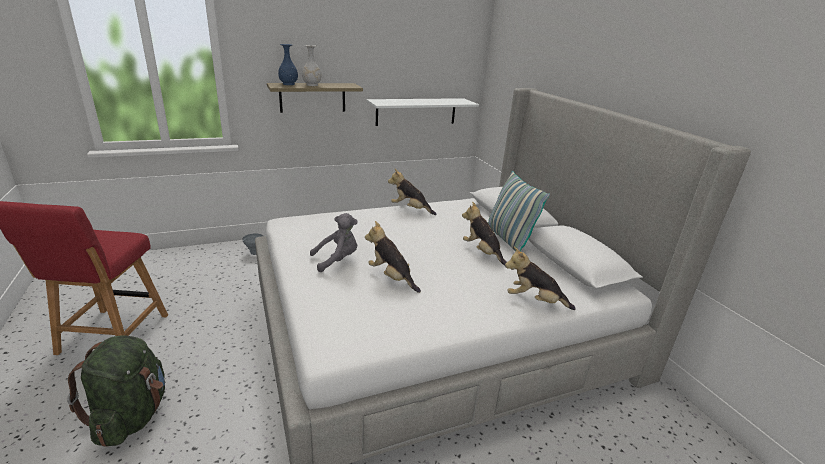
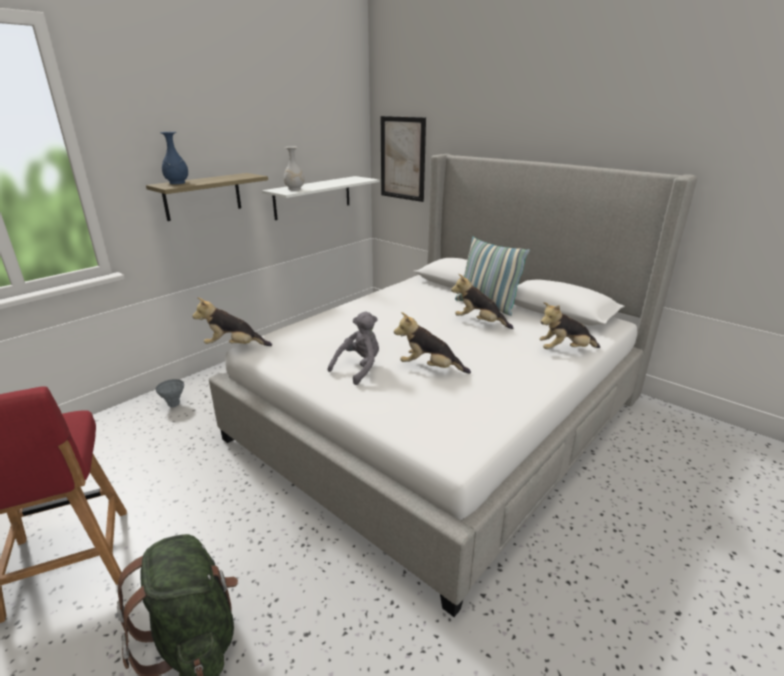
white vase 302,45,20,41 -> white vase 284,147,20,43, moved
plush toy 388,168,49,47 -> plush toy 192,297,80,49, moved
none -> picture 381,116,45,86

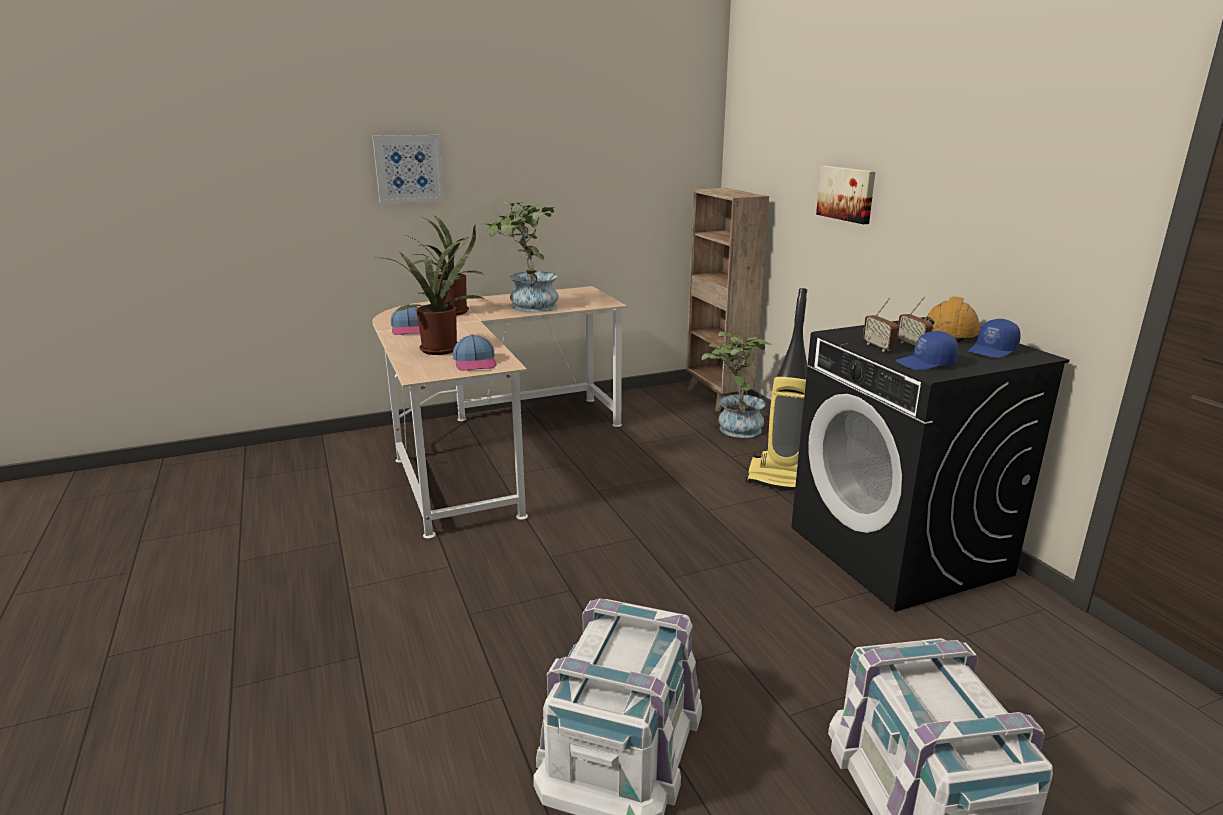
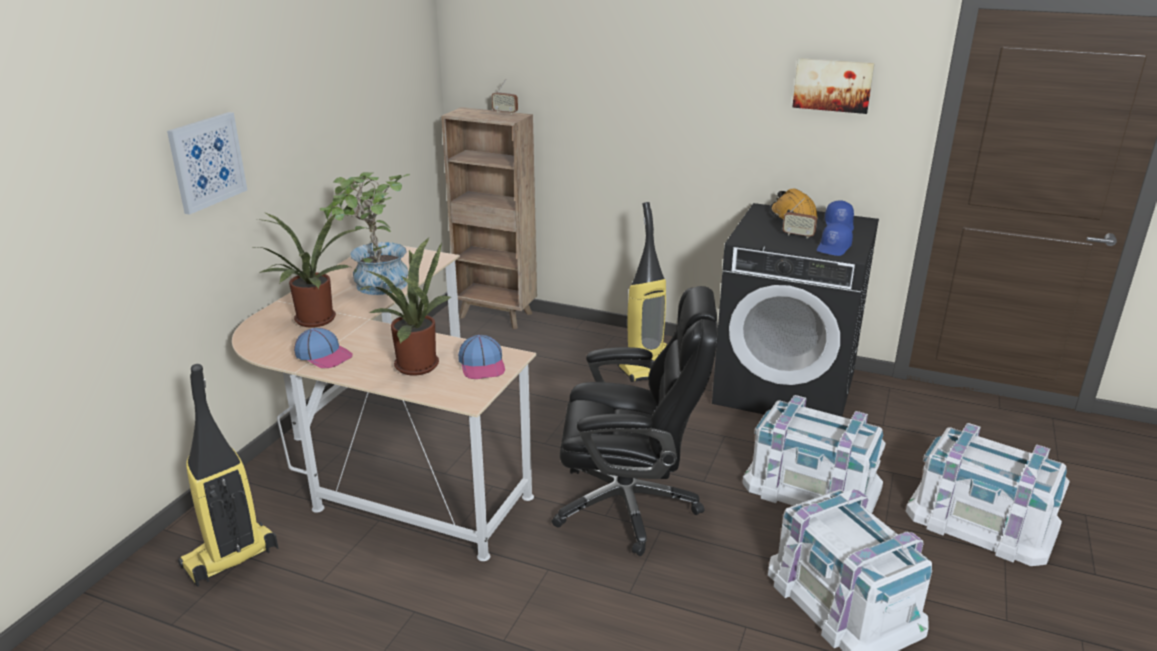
picture 816,166,59,58 -> picture 792,58,83,56, moved
radio 863,298,35,54 -> radio 492,79,26,35, moved
potted plant 702,332,70,106 -> none
cap 453,334,43,37 -> cap 458,335,47,44, 45 degrees clockwise
none -> black office chair 552,286,166,270
none -> vacuum cleaner 178,364,101,222
none -> white storage box 742,395,144,118

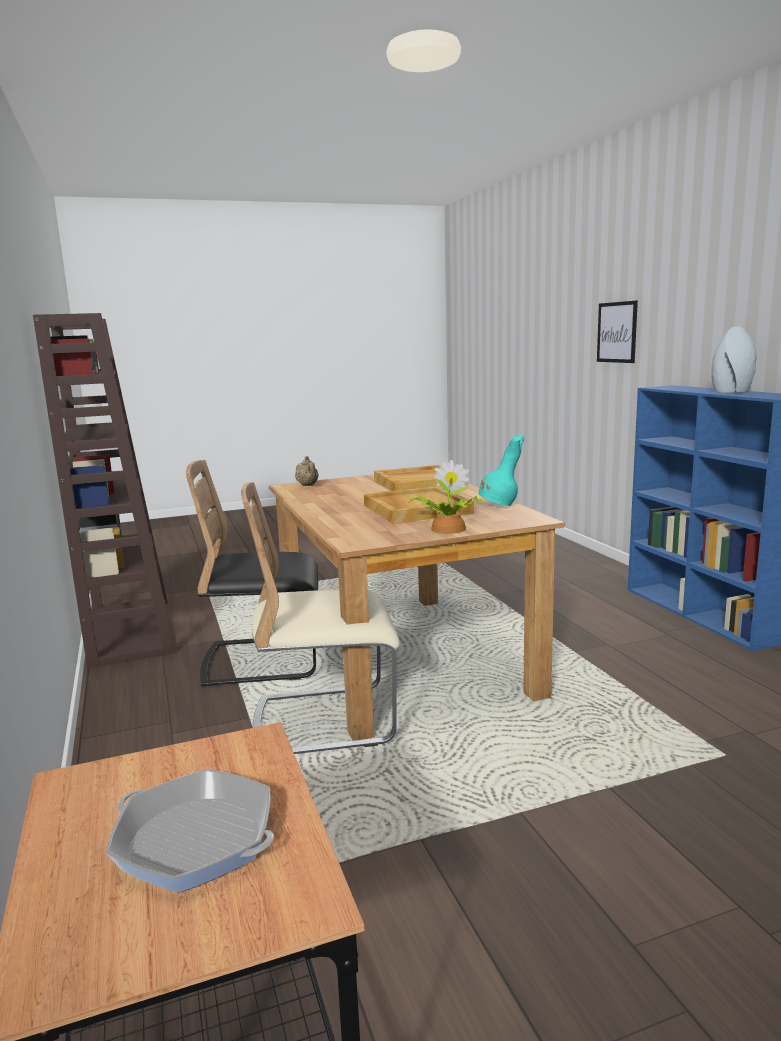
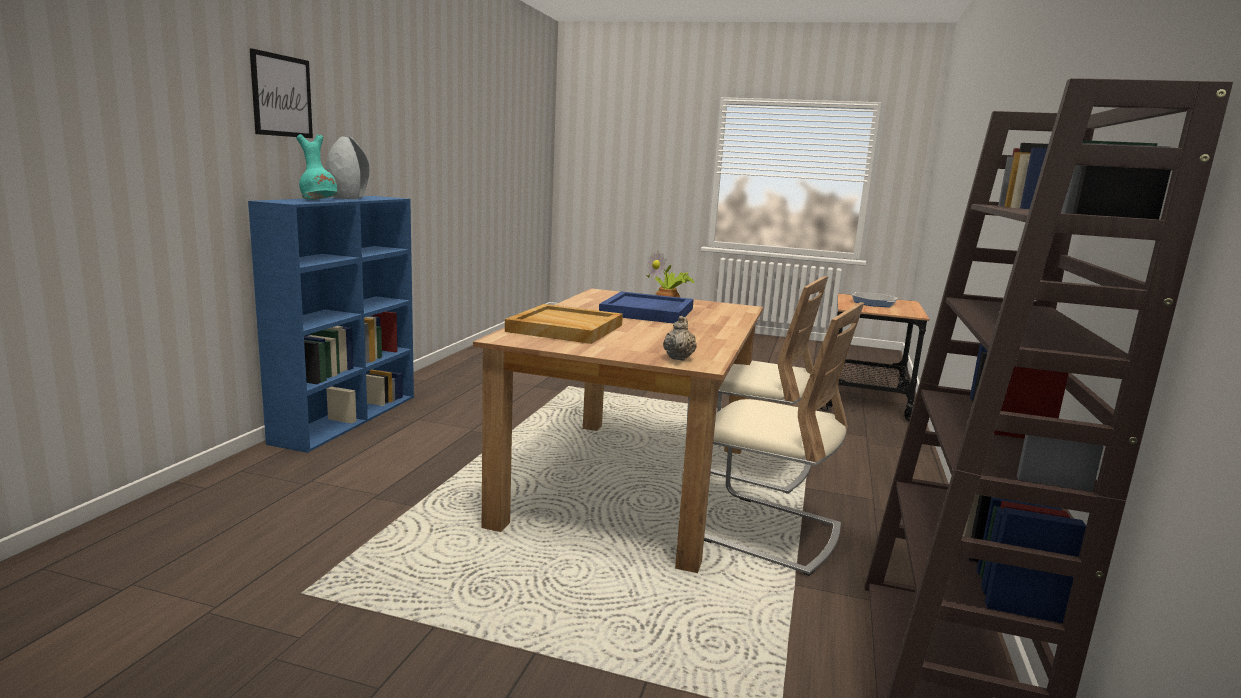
picture 597,300,41,63 -> picture 250,48,63,90, moved
turquoise vase 479,434,45,72 -> turquoise vase 296,134,41,66, moved
black chair 186,460,132,227 -> beige chair 704,302,160,274
beige tray 364,486,110,38 -> blue tray 599,291,95,33

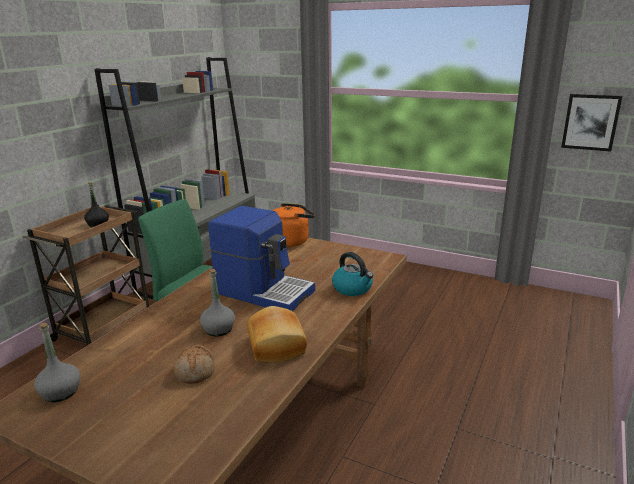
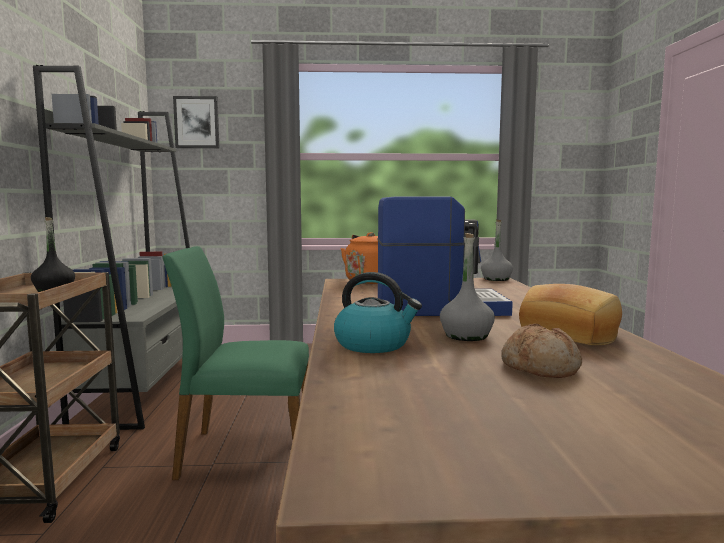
picture 561,94,61,58 -> picture 173,96,46,52, moved
kettle 332,252,41,44 -> kettle 334,272,88,81, moved
grey bottle 34,323,46,79 -> grey bottle 481,219,32,62, moved

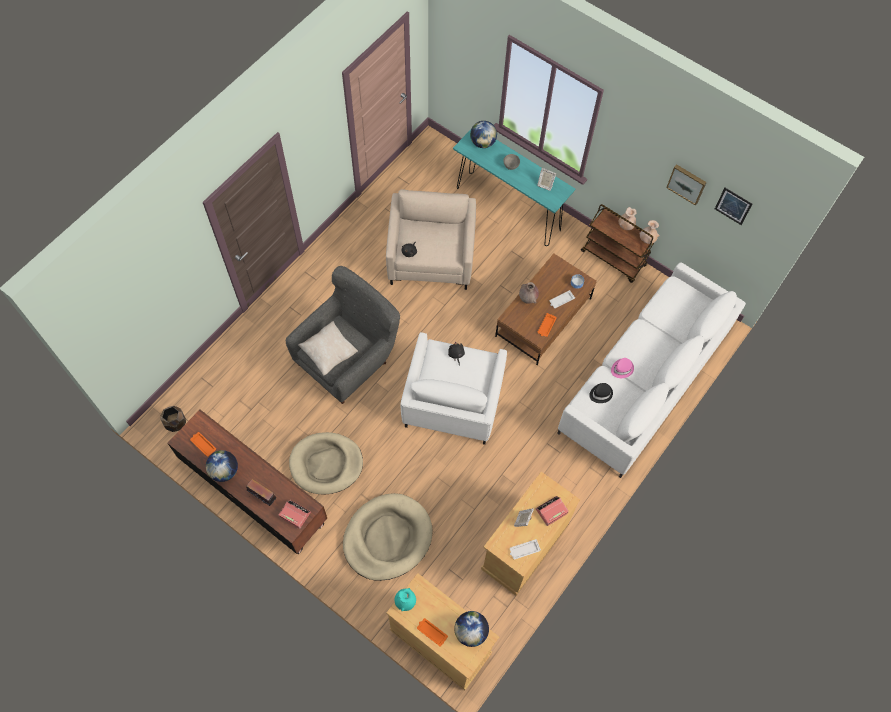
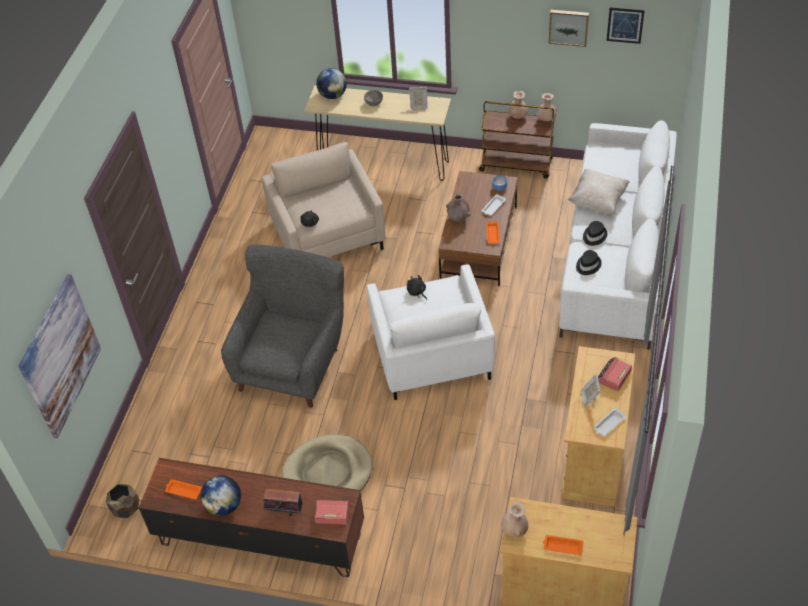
turquoise console table 453,130,122,116 -> beige console table 304,85,147,96
beige pillow 298,321,60,55 -> beige pillow 568,169,62,45, moved
pink hat 611,358,23,20 -> black hat 583,221,24,25
beige dog bed 343,493,90,88 -> none
turquoise vase 394,588,22,23 -> beige vase 501,502,27,35
globe 454,611,35,36 -> none
none -> picture 18,274,83,164

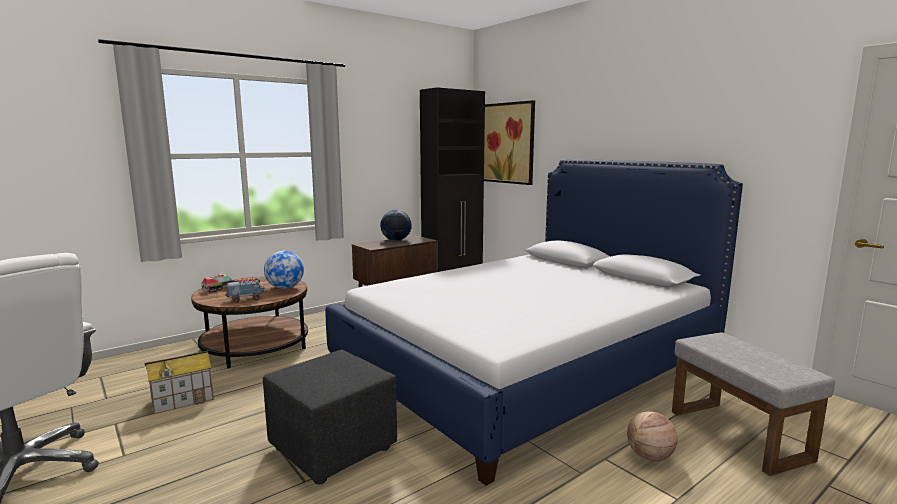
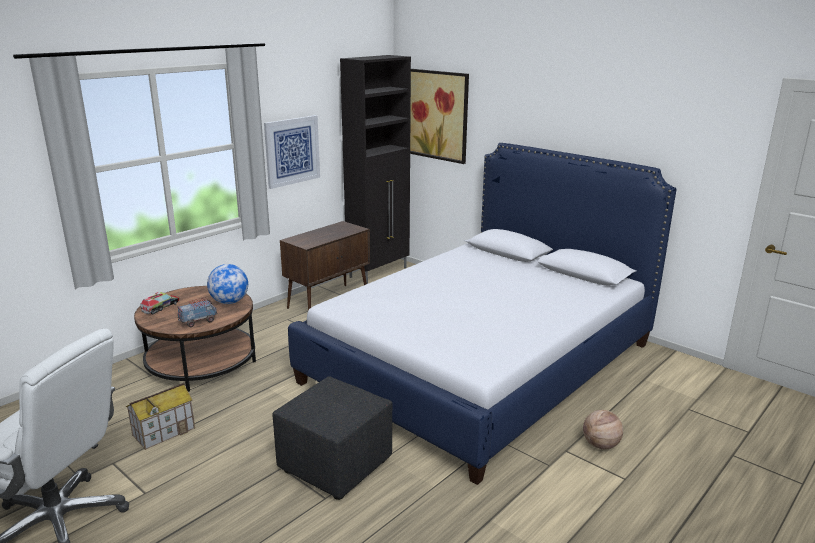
globe 380,210,32,31 -> none
grey ottoman 672,332,163,144 -> none
none -> picture 264,115,56,74

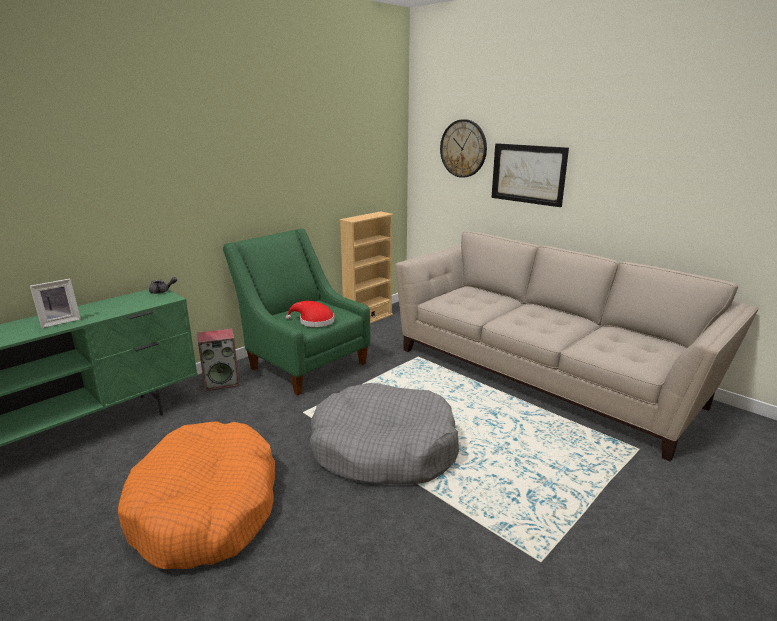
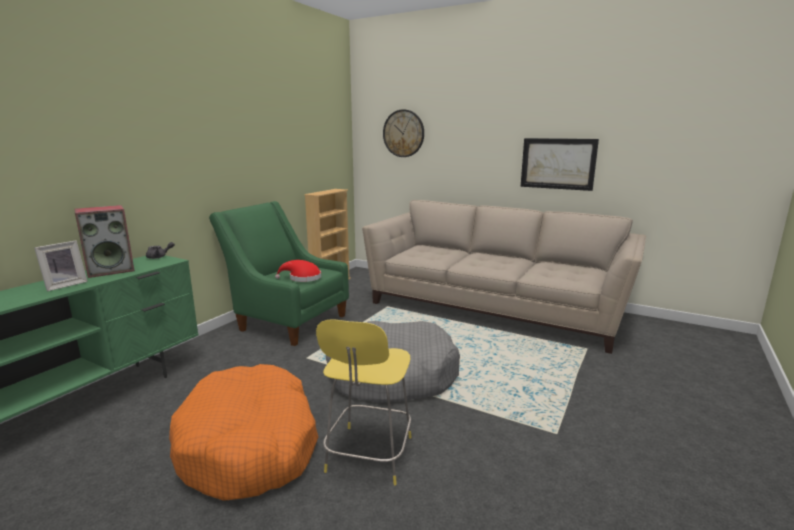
picture 491,143,78,64 -> picture 521,138,78,53, moved
speaker 198,328,42,64 -> speaker 75,205,60,73, moved
none -> yellow stool 316,319,96,166

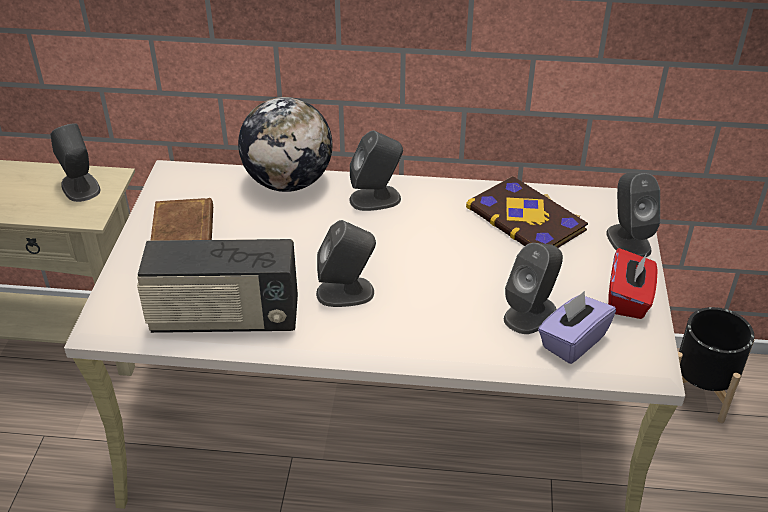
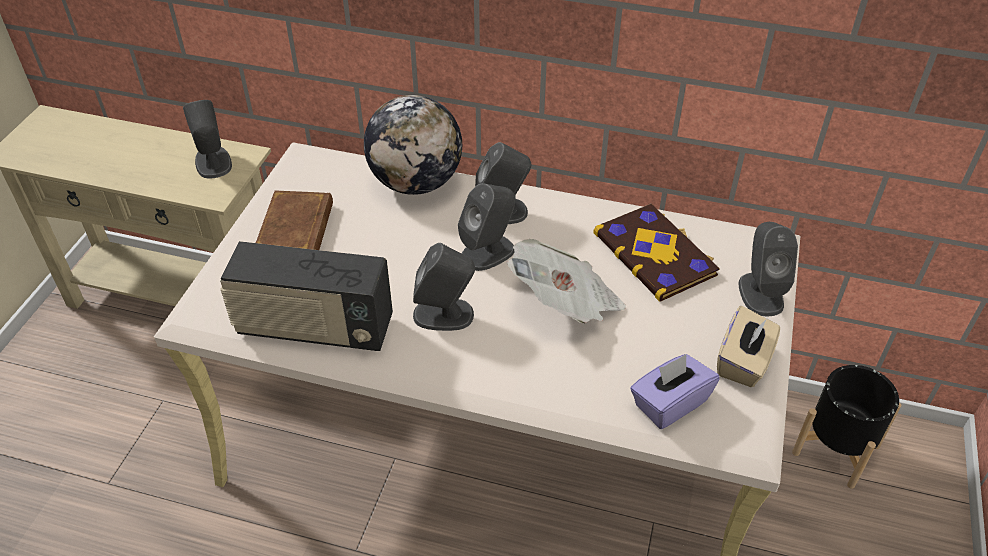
grey speaker 504,243,59,91 -> grey speaker 458,183,58,88, moved
red tissue box 608,248,49,71 -> beige tissue box 717,306,63,81
none -> newspaper 507,239,119,84

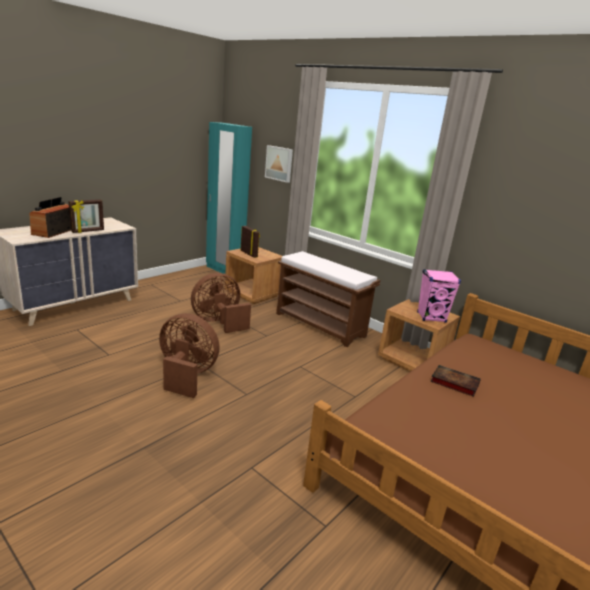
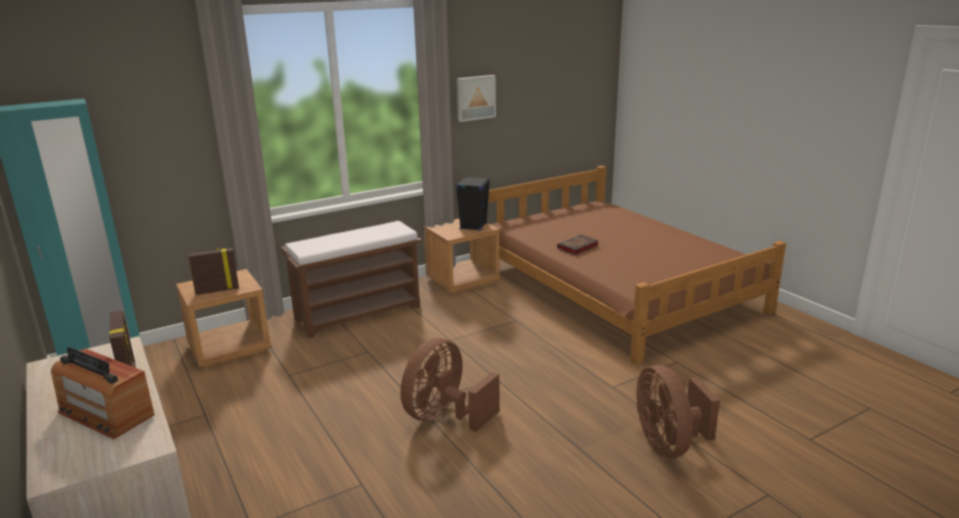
picture 265,145,28,38 -> picture 457,75,39,47, moved
pink speaker 417,269,44,54 -> black speaker 456,176,34,55
brown fan 191,273,60,60 -> brown fan 636,365,84,93, moved

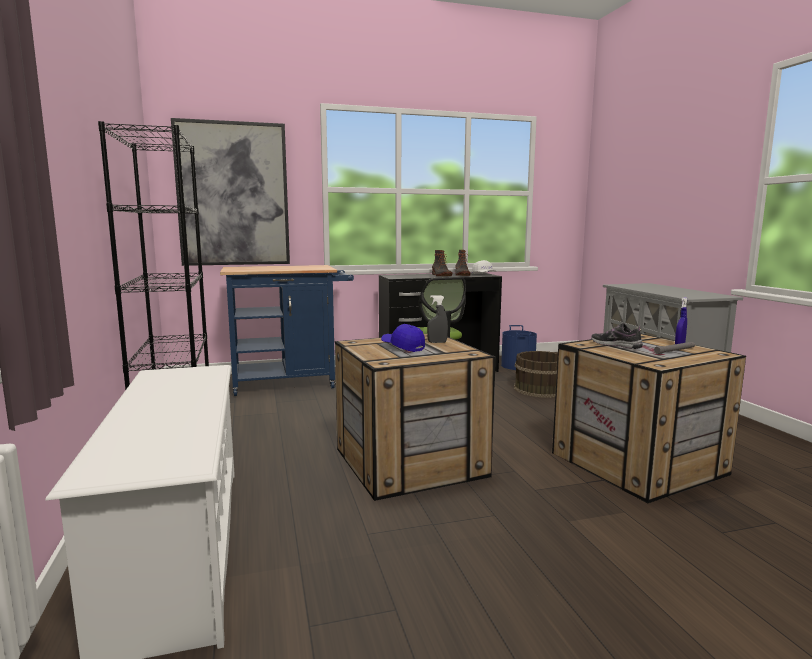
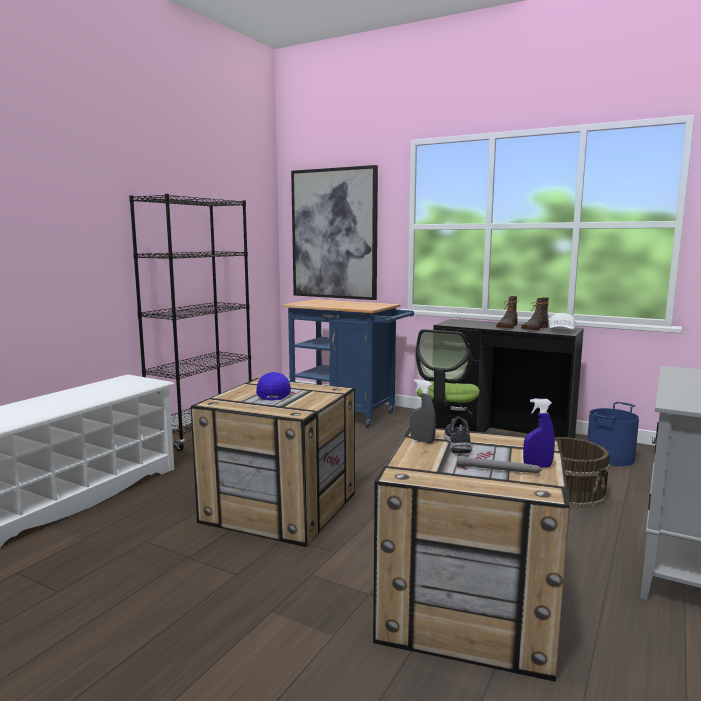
grey spray bottle 427,295,21,48 -> grey spray bottle 410,379,26,65, moved

